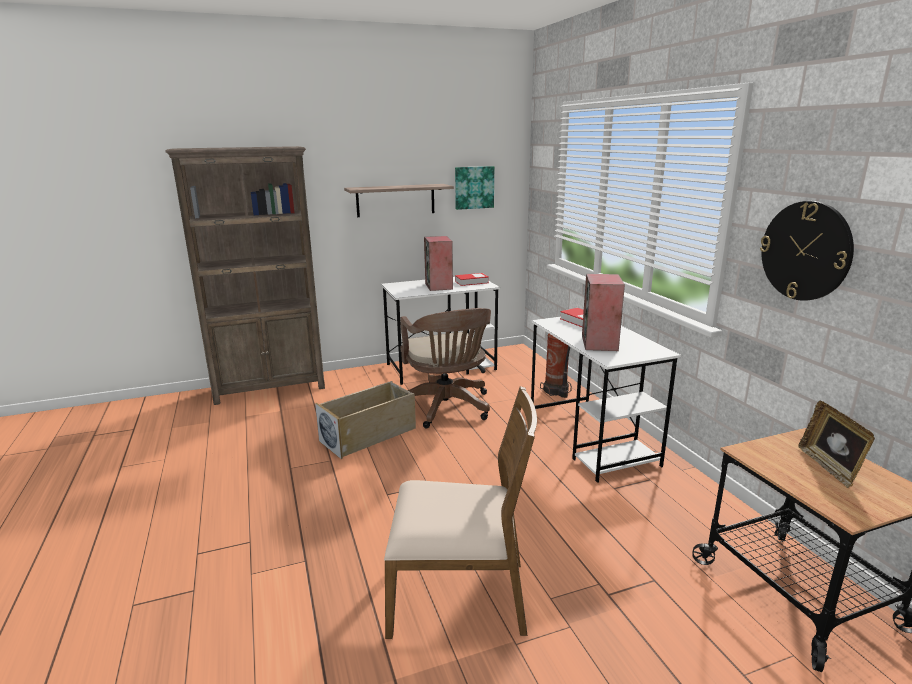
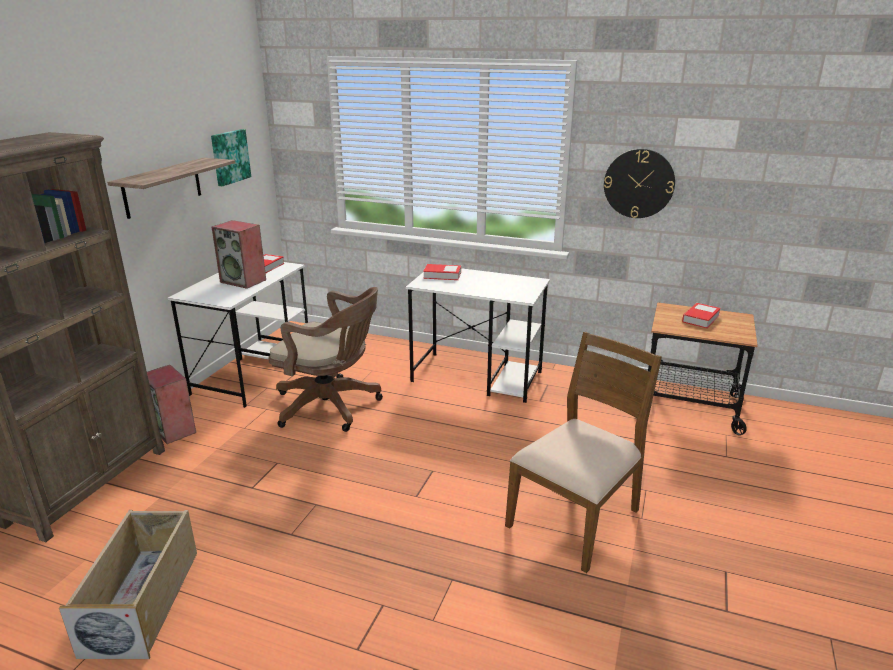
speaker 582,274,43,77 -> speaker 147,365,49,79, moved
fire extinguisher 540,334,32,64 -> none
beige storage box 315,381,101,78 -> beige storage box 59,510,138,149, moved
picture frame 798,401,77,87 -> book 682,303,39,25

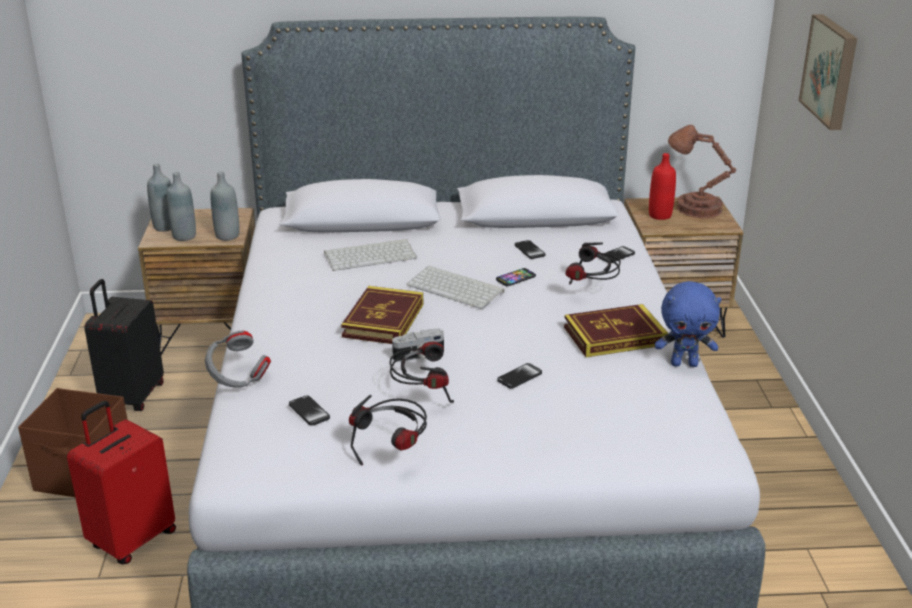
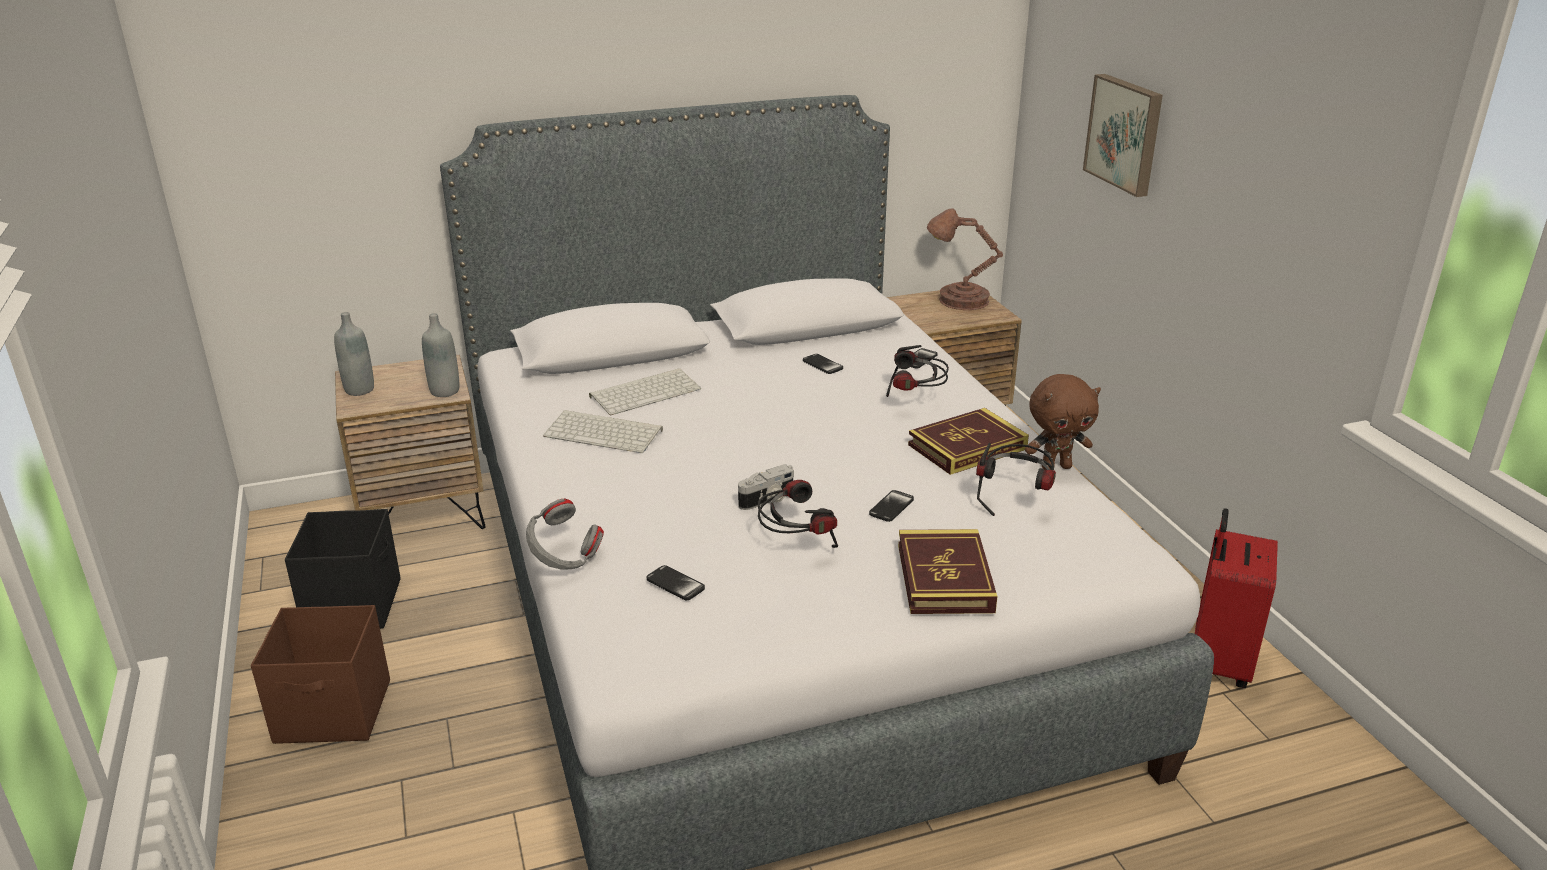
red bottle 649,153,27,67 -> none
grey bottle 167,172,29,69 -> none
keyboard 407,265,98,44 -> keyboard 543,410,120,43, moved
phone 496,268,40,18 -> none
black suitcase 84,279,80,132 -> black storage box 285,509,116,120
blue plush toy 655,281,67,86 -> brown plush toy 1025,374,76,96
book 341,286,82,58 -> book 898,529,99,85, moved
headphones 349,395,78,71 -> headphones 976,443,80,73, moved
red suitcase 67,401,109,163 -> red suitcase 1195,508,83,180, moved

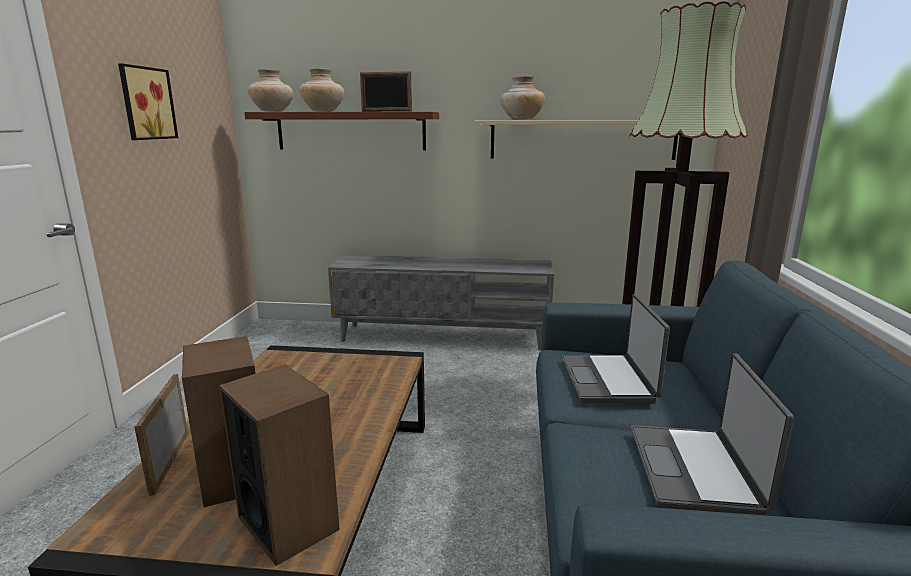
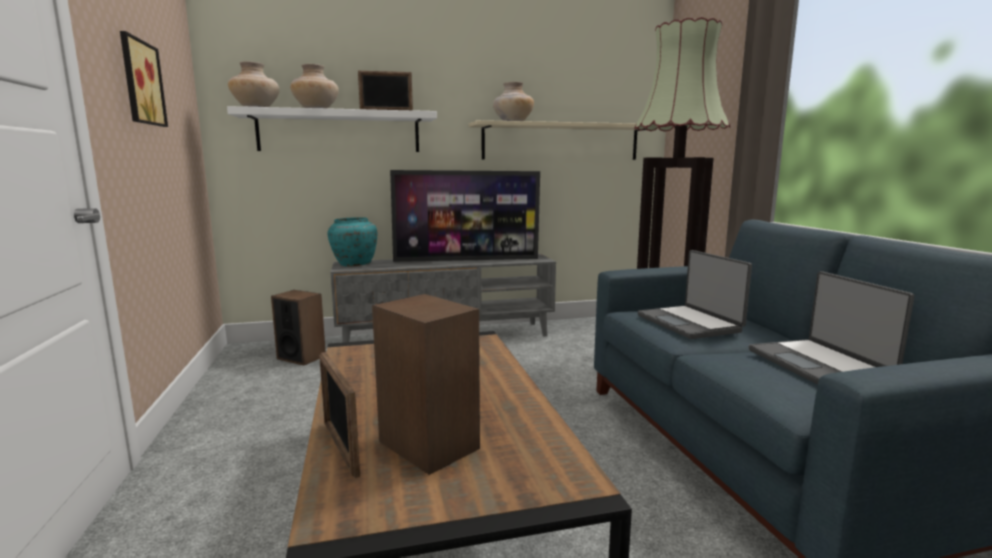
brown shelf 244,112,195,38 -> white shelf 227,106,210,46
speaker 219,364,121,202 -> speaker 271,290,55,75, moved
none -> television 390,170,150,92
none -> turquoise vase 328,217,49,50

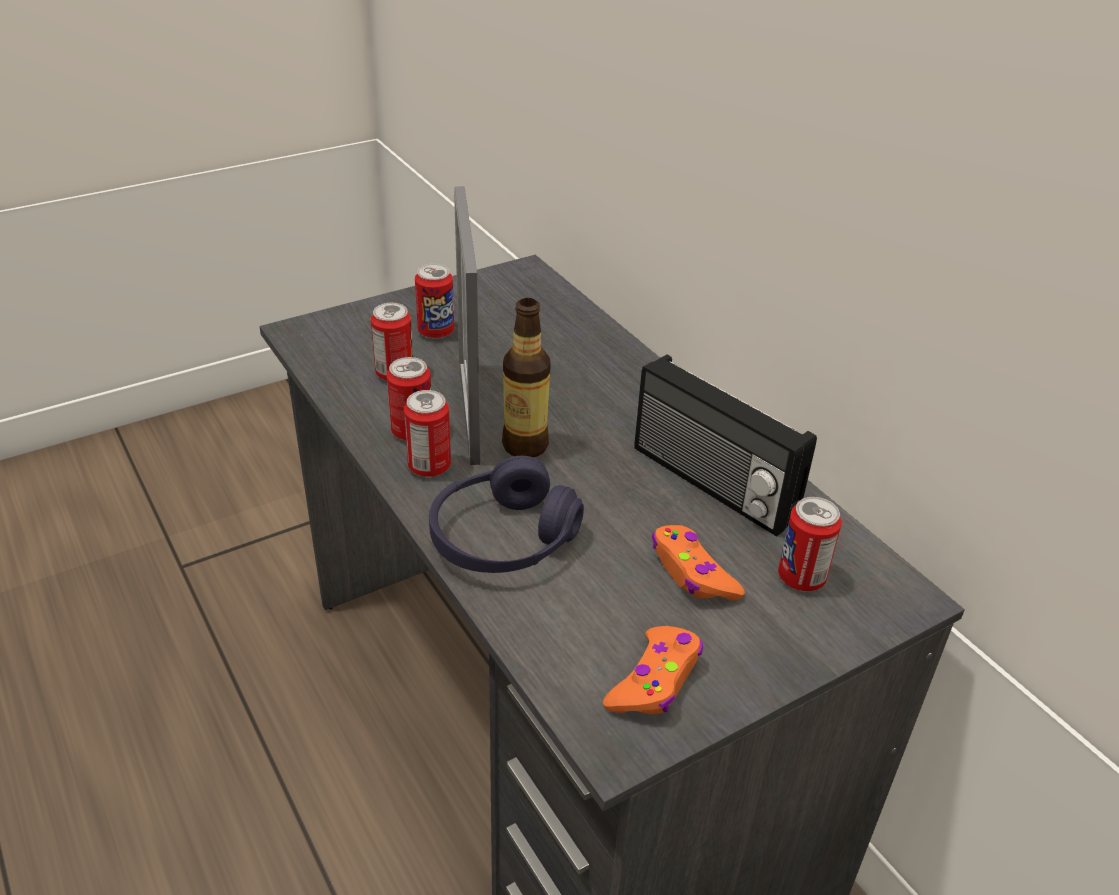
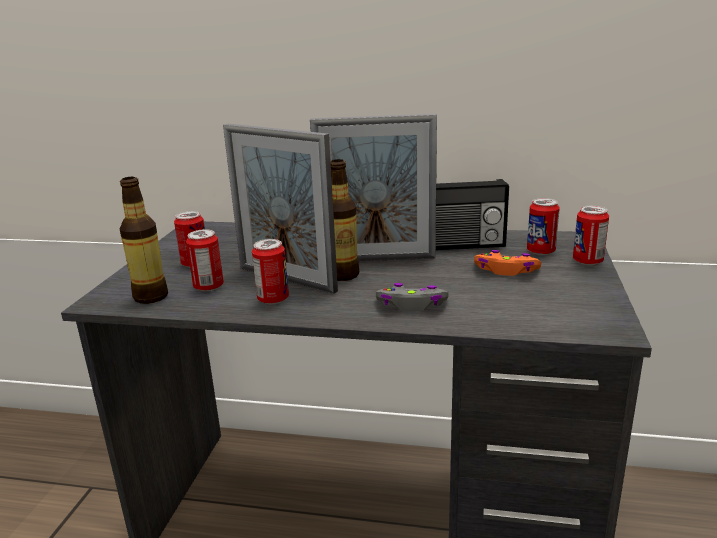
can 404,390,47,87 -> can 573,206,36,60, moved
purple headphones 429,456,155,117 -> grey game controller 376,283,73,29
orange game controller 603,626,100,88 -> none
none -> picture frame 310,114,127,147
none -> bottle 120,177,48,127

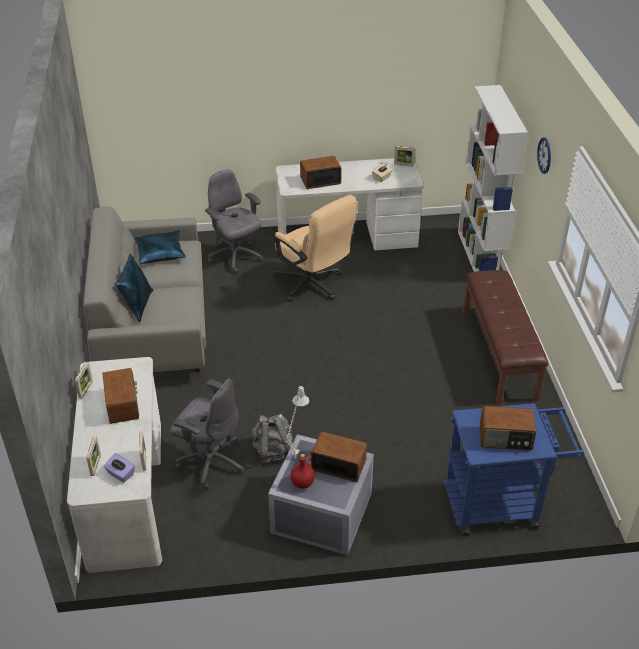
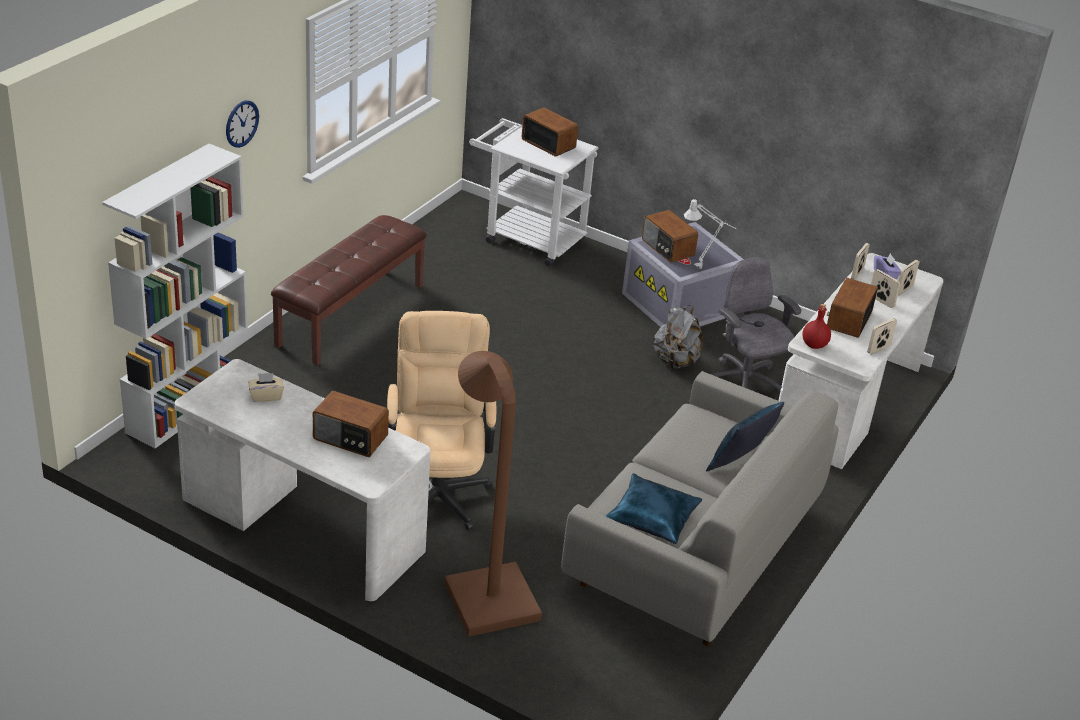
picture frame 394,146,21,20 -> picture frame 871,269,29,39, moved
grey office chair 205,170,58,103 -> brown floor lamp 444,351,98,286
blue cart 444,403,140,133 -> white cart 469,118,129,148
red bottle 291,454,24,35 -> red bottle 802,304,29,45, moved

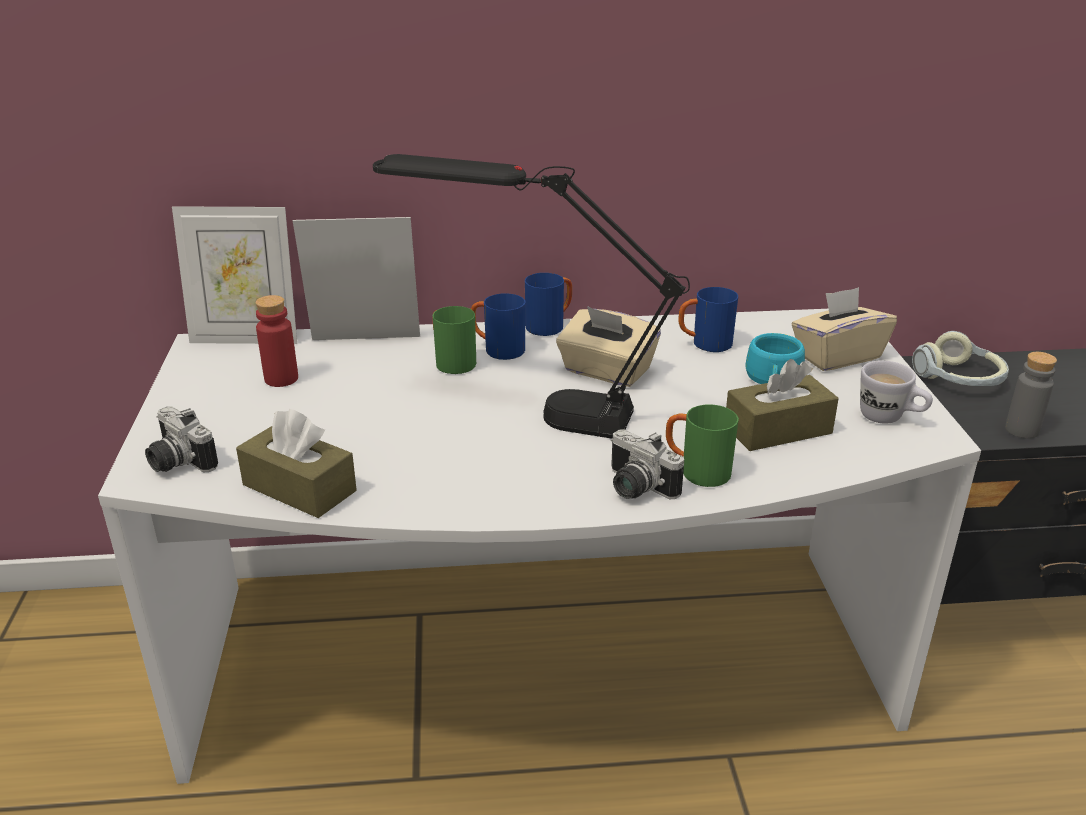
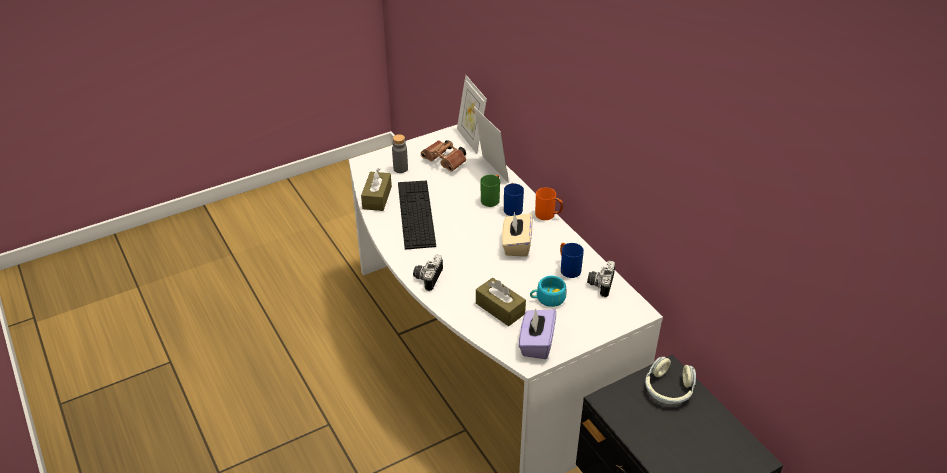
black table lamp 373,154,317,285 -> none
blue mug 525,273,47,63 -> orange mug 535,187,28,33
beige tissue box 792,287,105,84 -> none
red bottle 255,295,43,92 -> brown binoculars 421,140,45,32
grey bottle 1005,352,52,87 -> grey bottle 392,134,16,39, moved
white mug 860,360,73,64 -> purple tissue box 519,308,37,51
green mug 666,404,73,83 -> none
photo camera 145,406,73,67 -> photo camera 587,260,28,37, moved
none -> keyboard 398,181,38,69

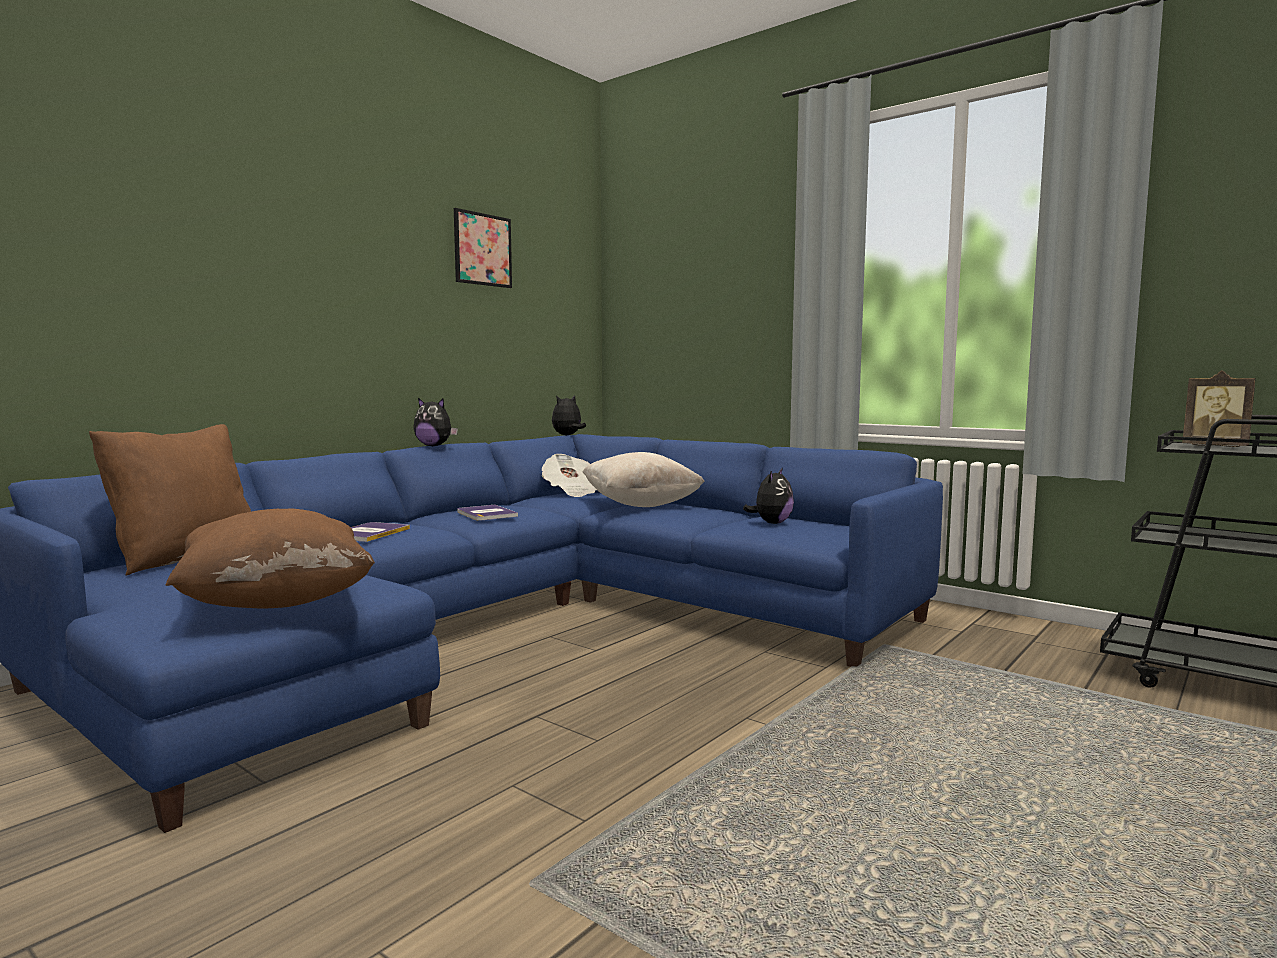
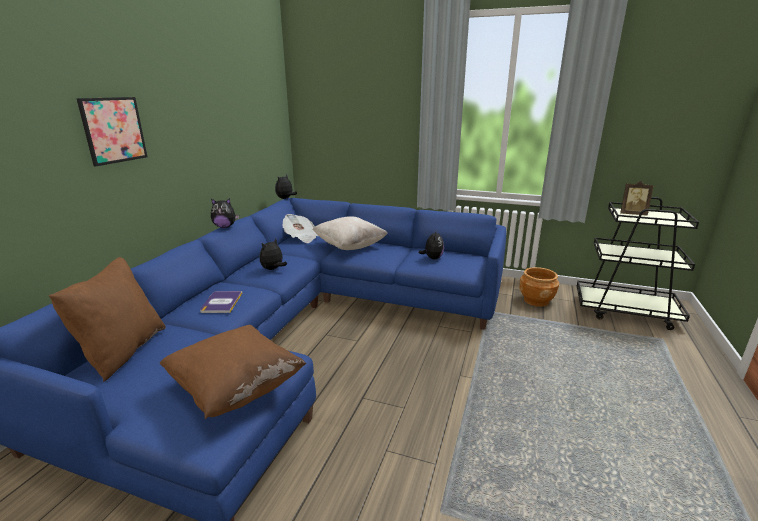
picture 454,208,58,80 -> picture 76,97,72,69, moved
book 457,505,61,16 -> plush toy 260,239,27,31
none -> brown planter 519,267,40,40

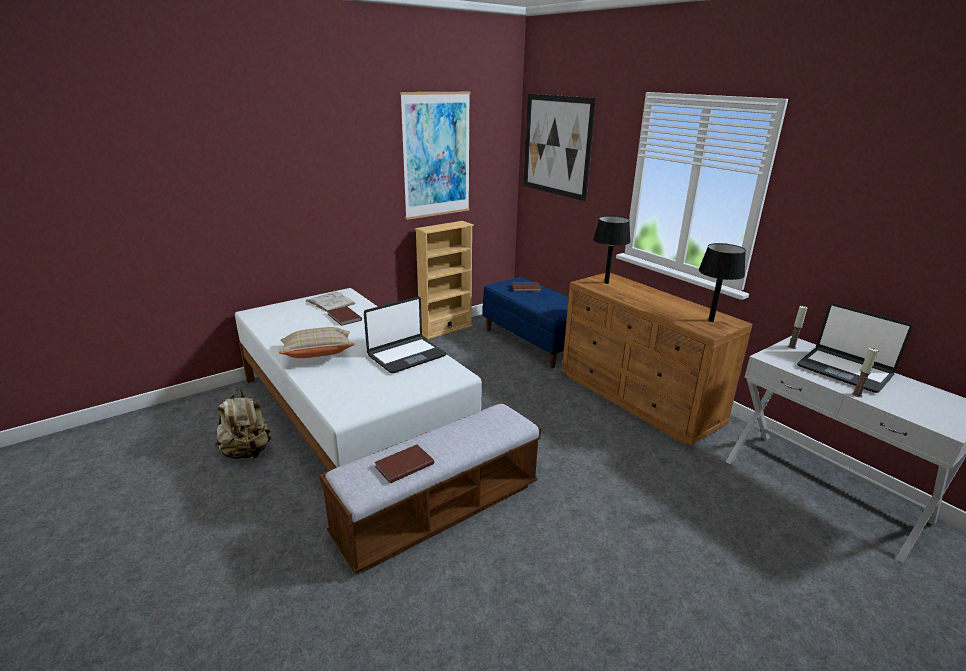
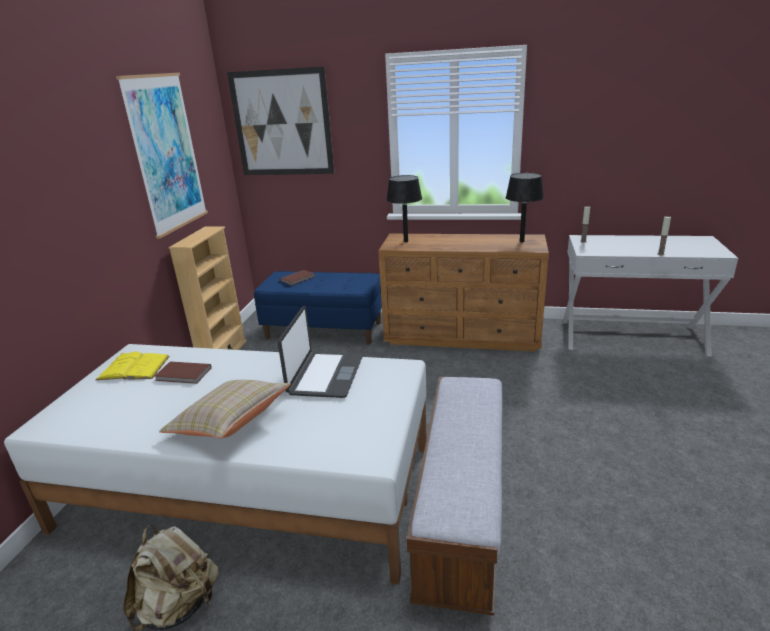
white book 306,290,49,22 -> yellow book 96,352,74,28
laptop 797,303,116,90 -> none
brown book 375,444,59,40 -> none

